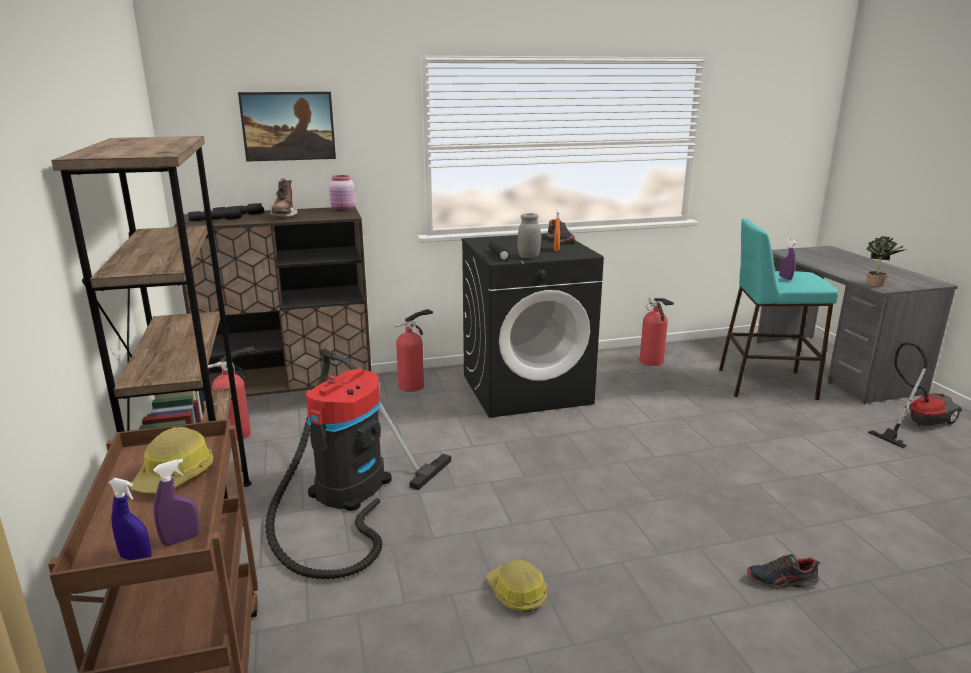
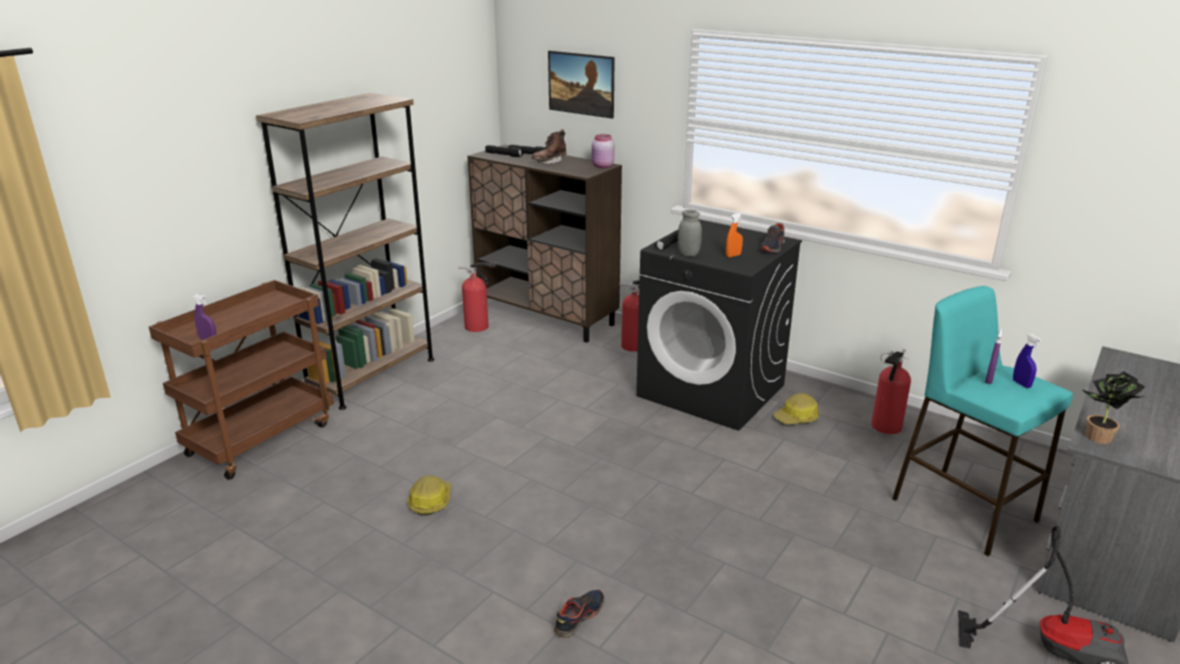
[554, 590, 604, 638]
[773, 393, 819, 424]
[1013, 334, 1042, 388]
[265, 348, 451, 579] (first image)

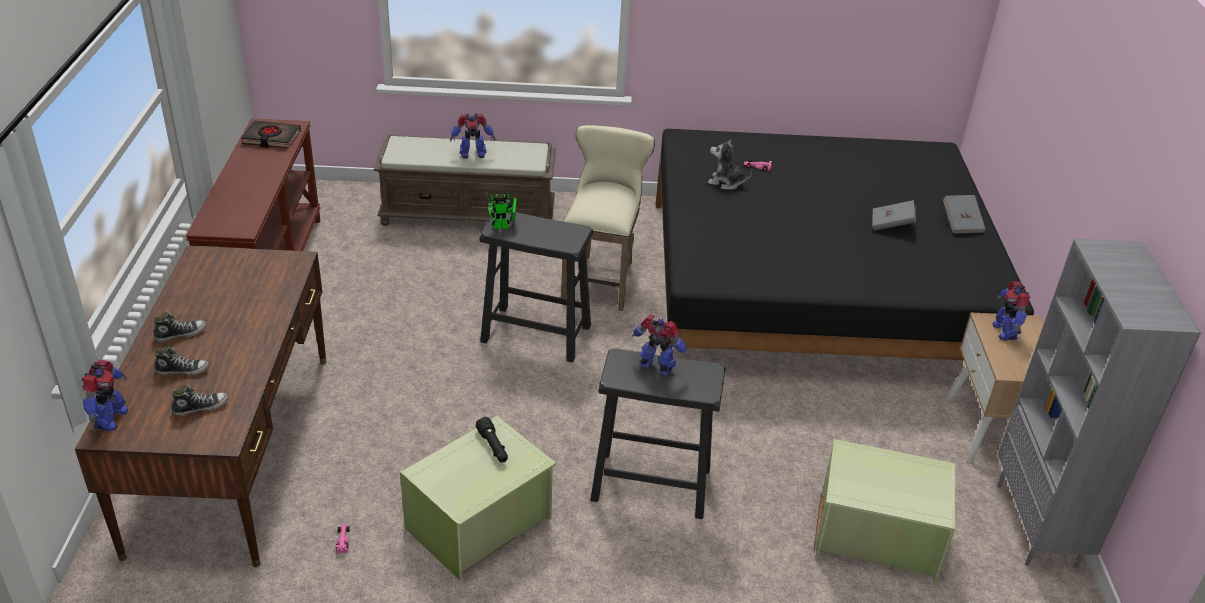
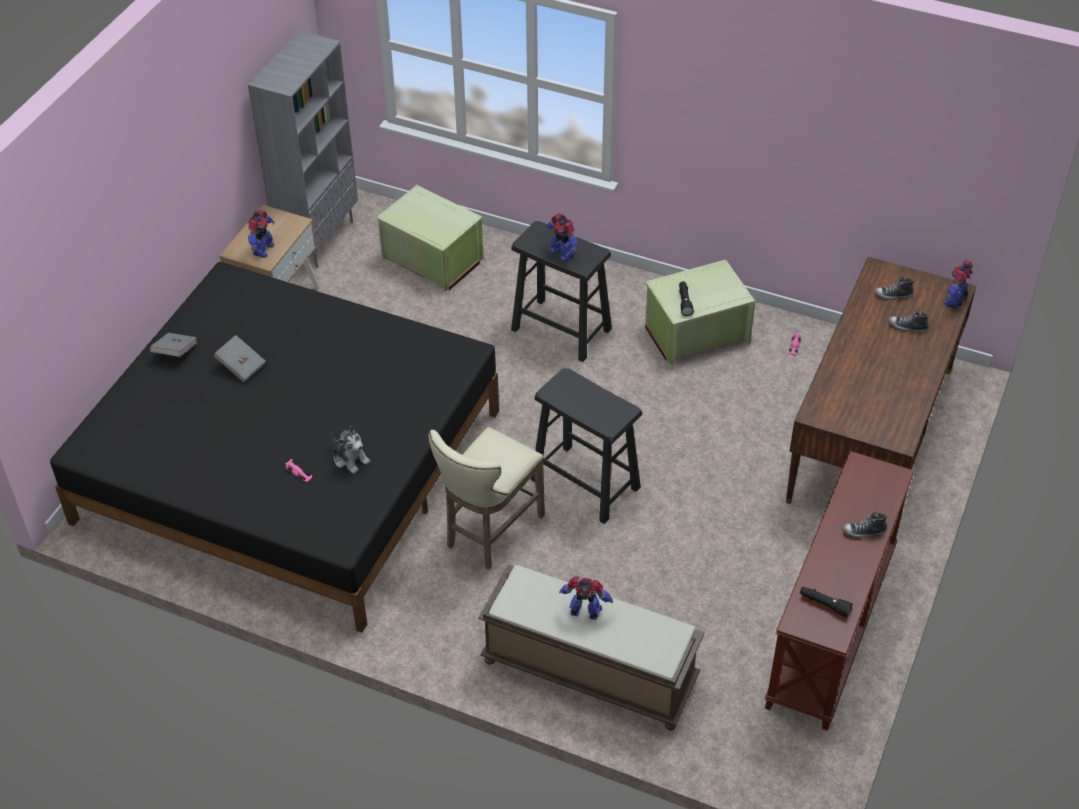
[800, 587, 853, 618]
[842, 511, 887, 538]
[486, 192, 517, 229] (first image)

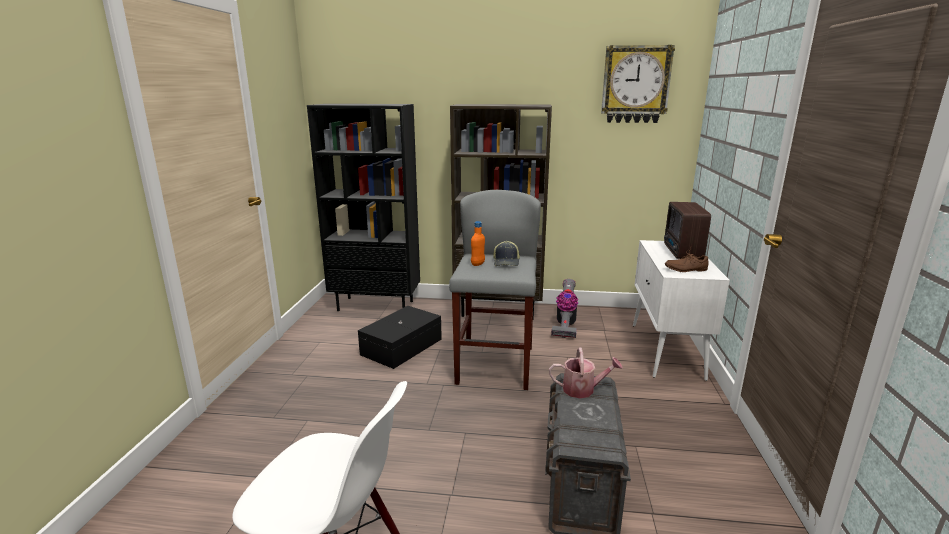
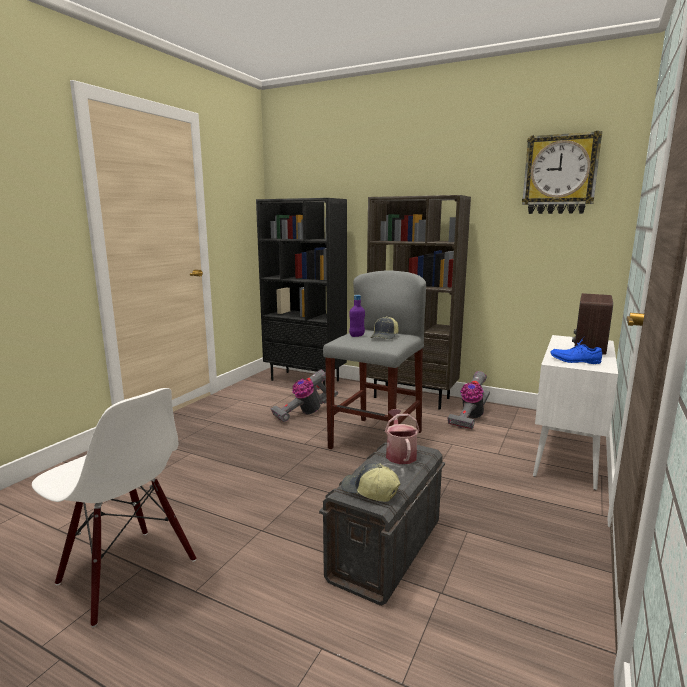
[270, 370, 338, 422]
[341, 463, 400, 502]
[349, 295, 365, 337]
[385, 409, 420, 464]
[550, 337, 602, 364]

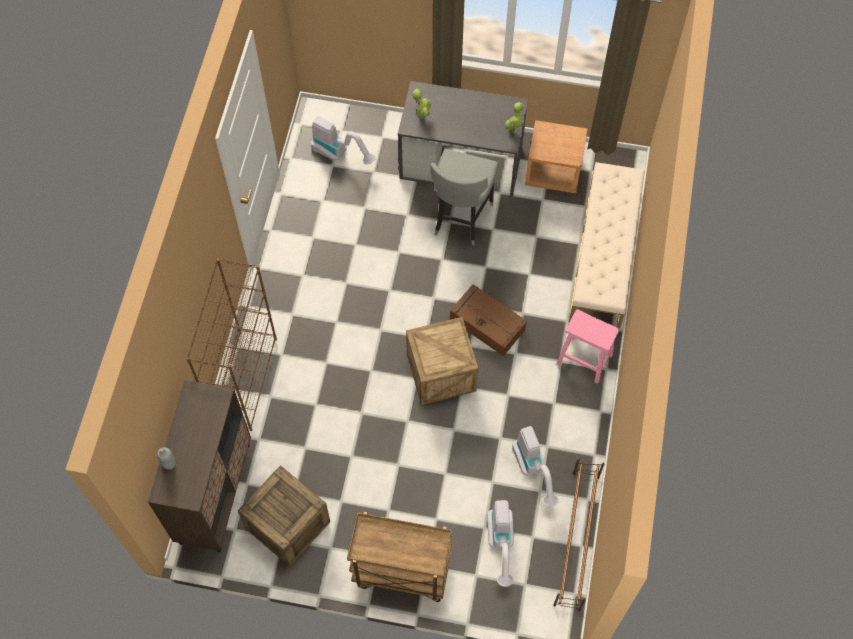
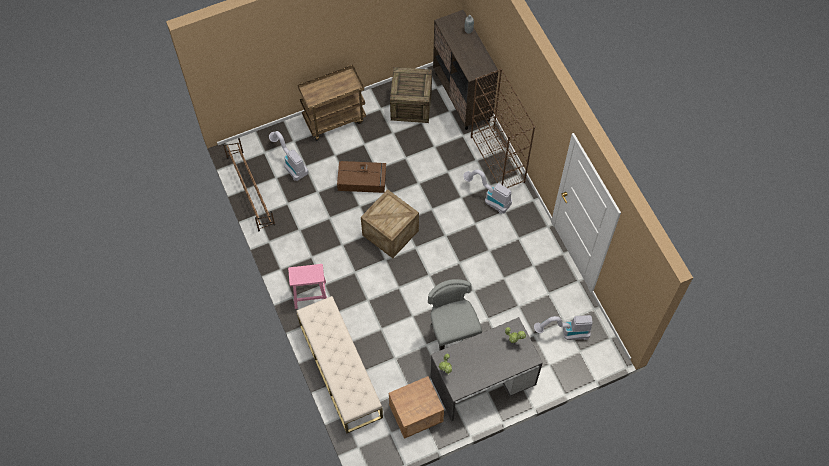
[337, 161, 386, 193]
[463, 169, 512, 214]

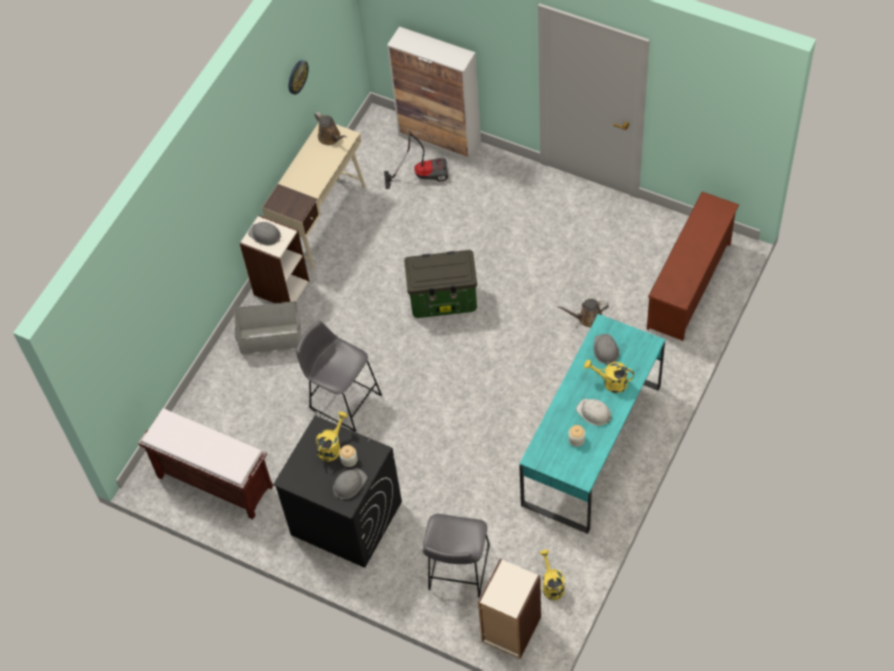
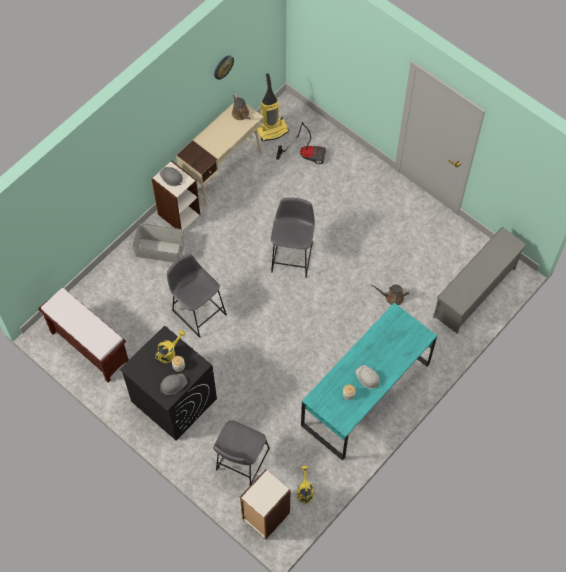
[257, 73, 289, 141]
[271, 198, 315, 278]
[433, 227, 527, 333]
[387, 27, 481, 162] (first image)
[584, 360, 634, 393] (first image)
[594, 334, 619, 365] (first image)

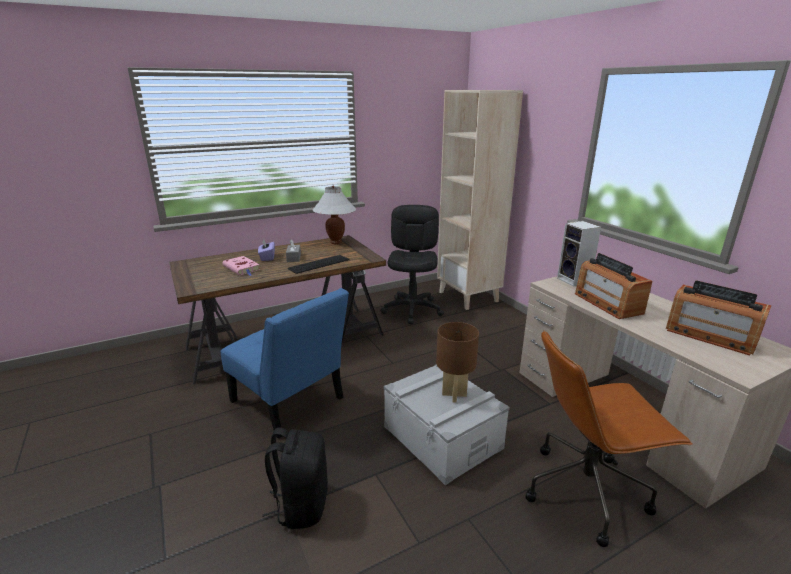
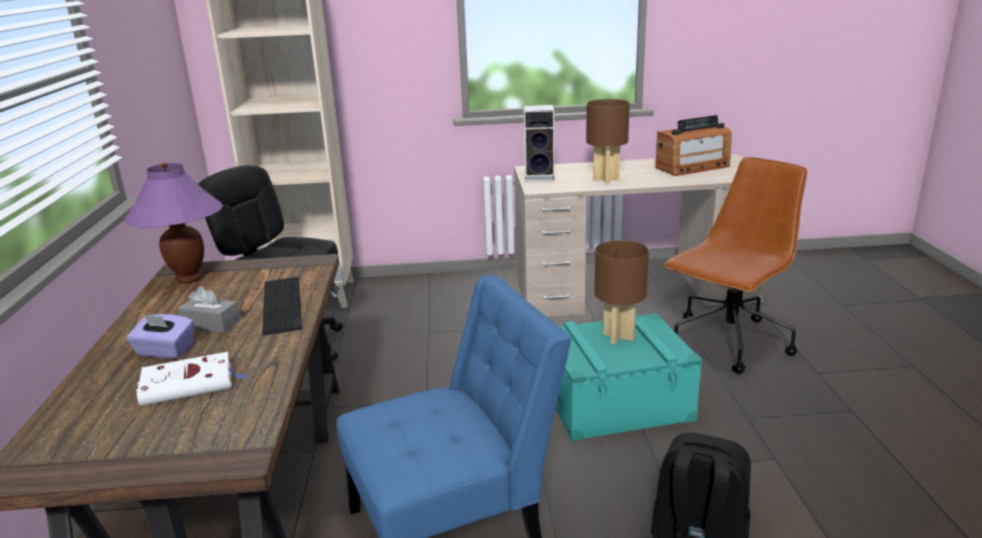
[125, 163, 223, 284]
[136, 352, 248, 406]
[556, 313, 702, 441]
[586, 99, 630, 184]
[664, 157, 807, 374]

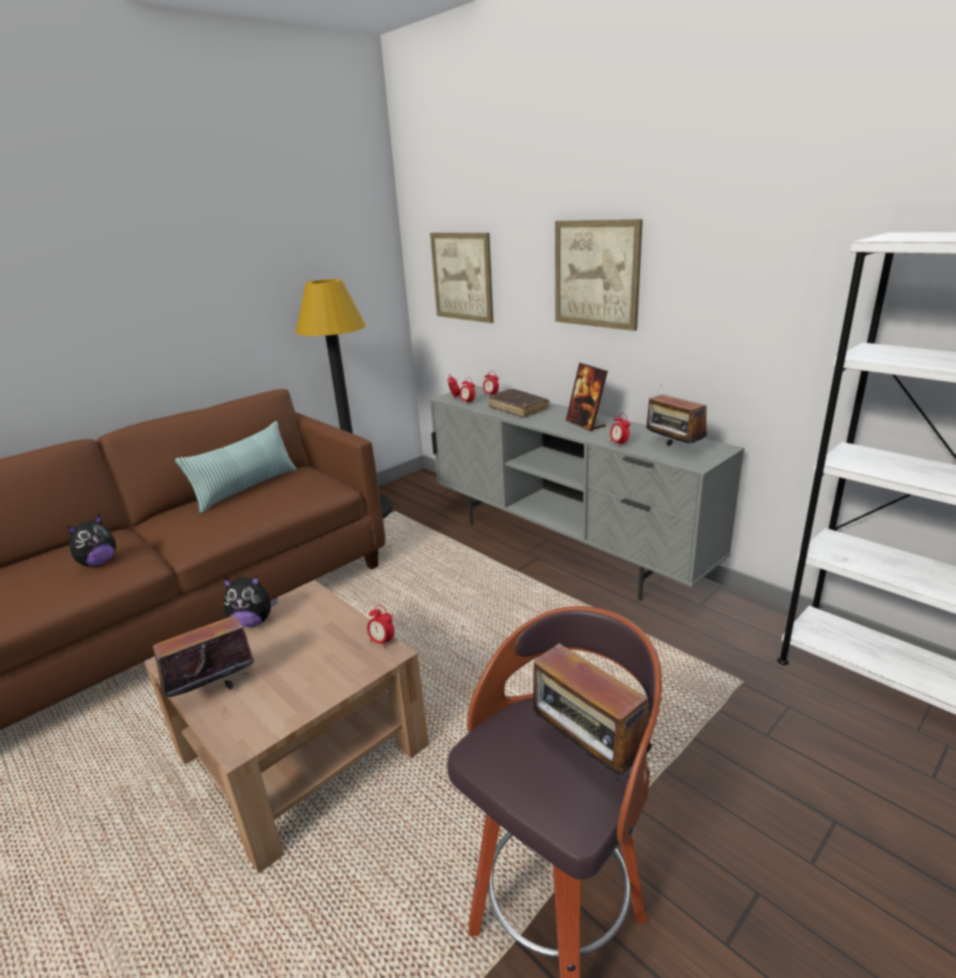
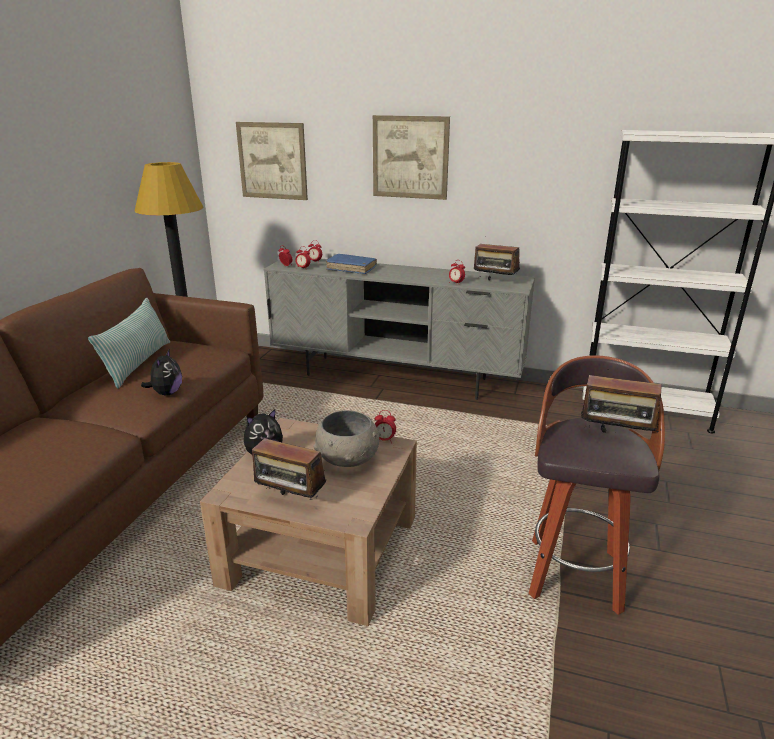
[141, 349, 182, 396]
[252, 436, 326, 500]
[313, 410, 381, 467]
[326, 254, 377, 274]
[566, 363, 608, 431] (first image)

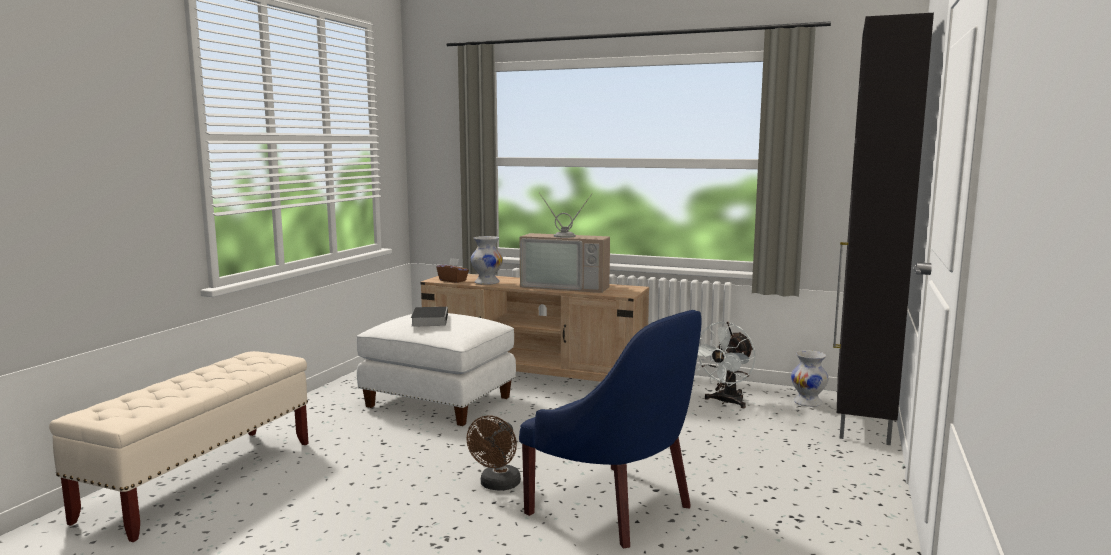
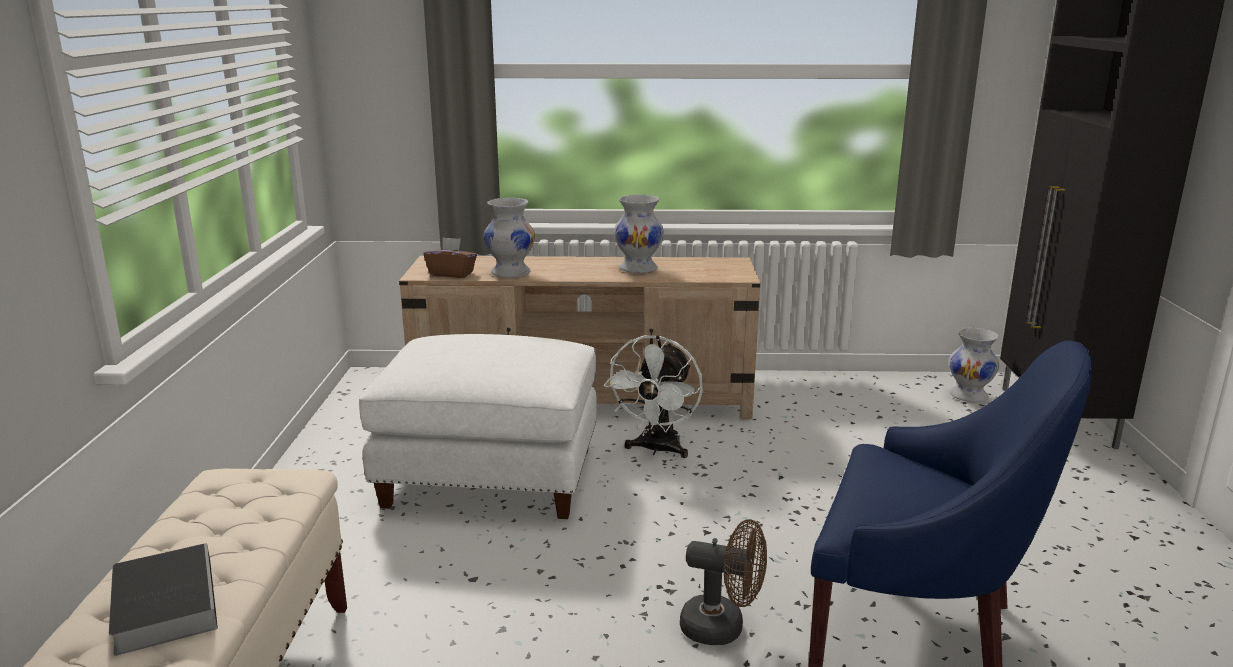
[109, 543, 218, 656]
[604, 335, 703, 458]
[614, 194, 664, 273]
[680, 519, 767, 645]

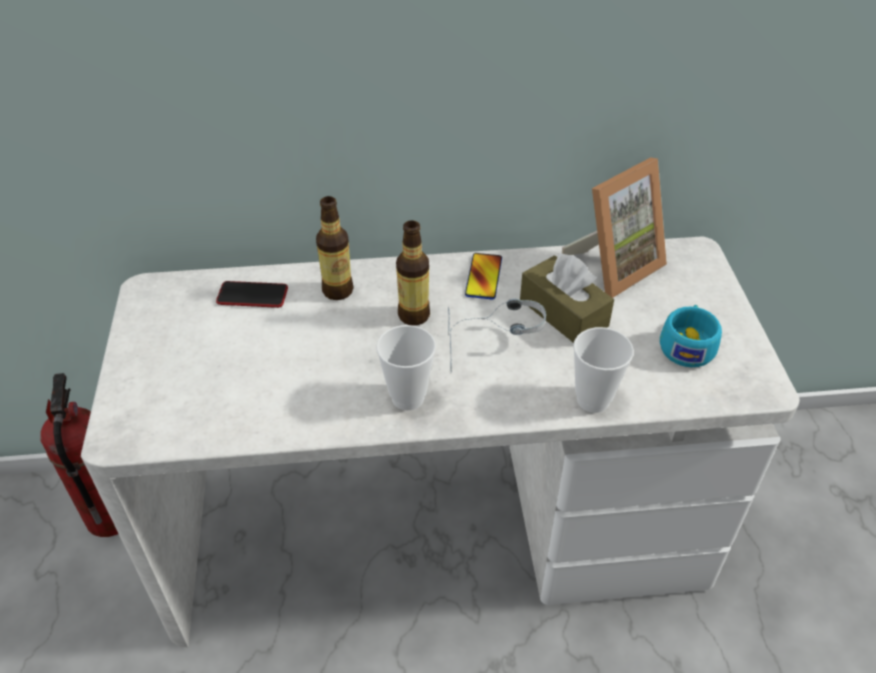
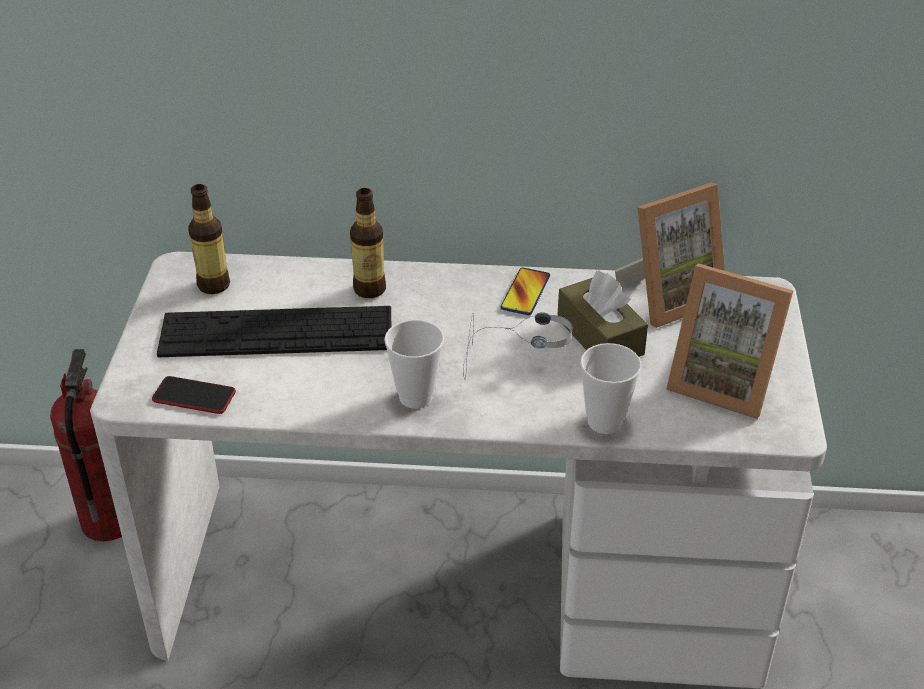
[152, 376, 236, 414]
[157, 306, 391, 357]
[188, 184, 230, 294]
[666, 263, 793, 419]

